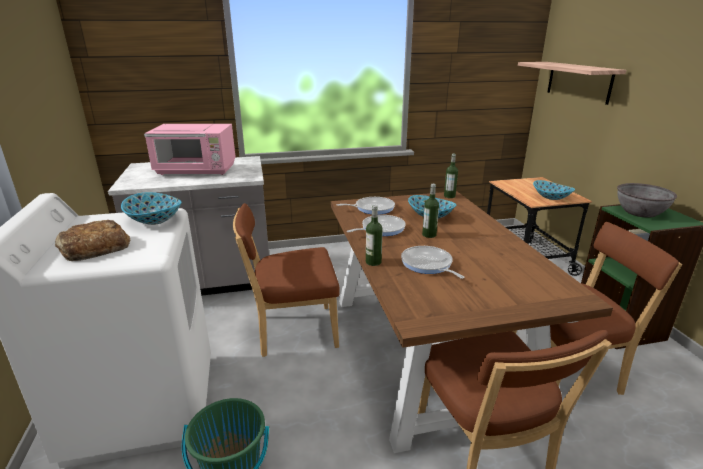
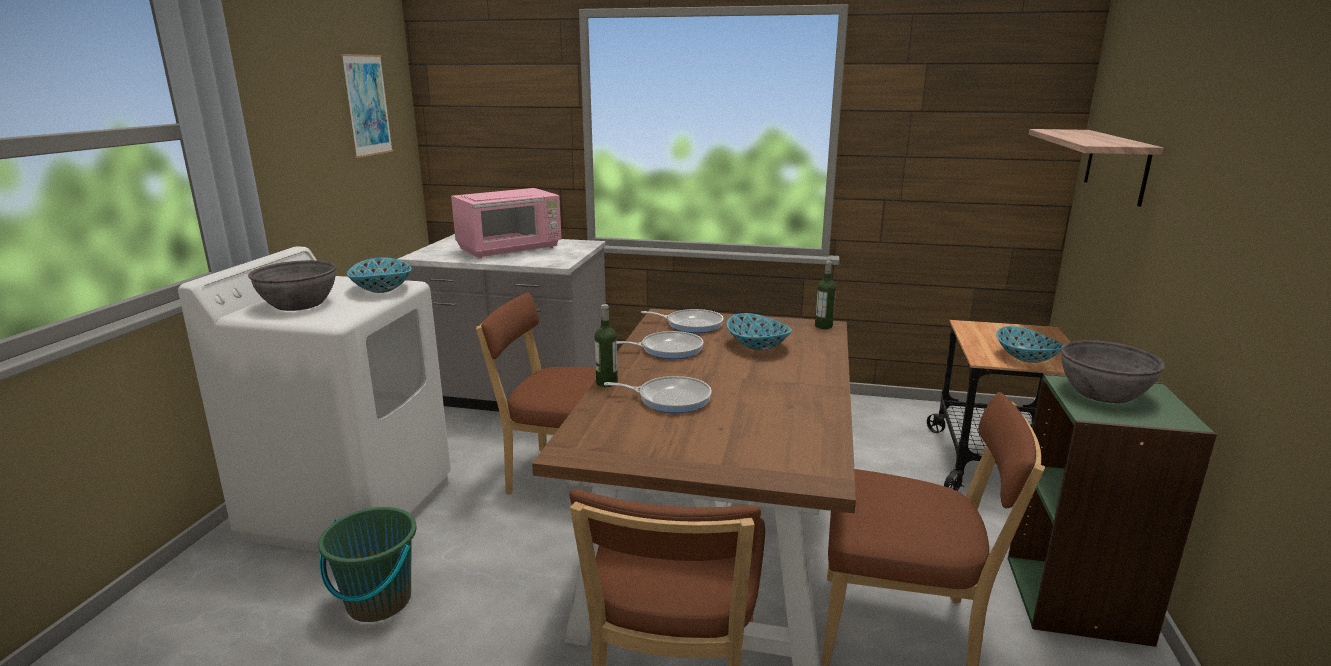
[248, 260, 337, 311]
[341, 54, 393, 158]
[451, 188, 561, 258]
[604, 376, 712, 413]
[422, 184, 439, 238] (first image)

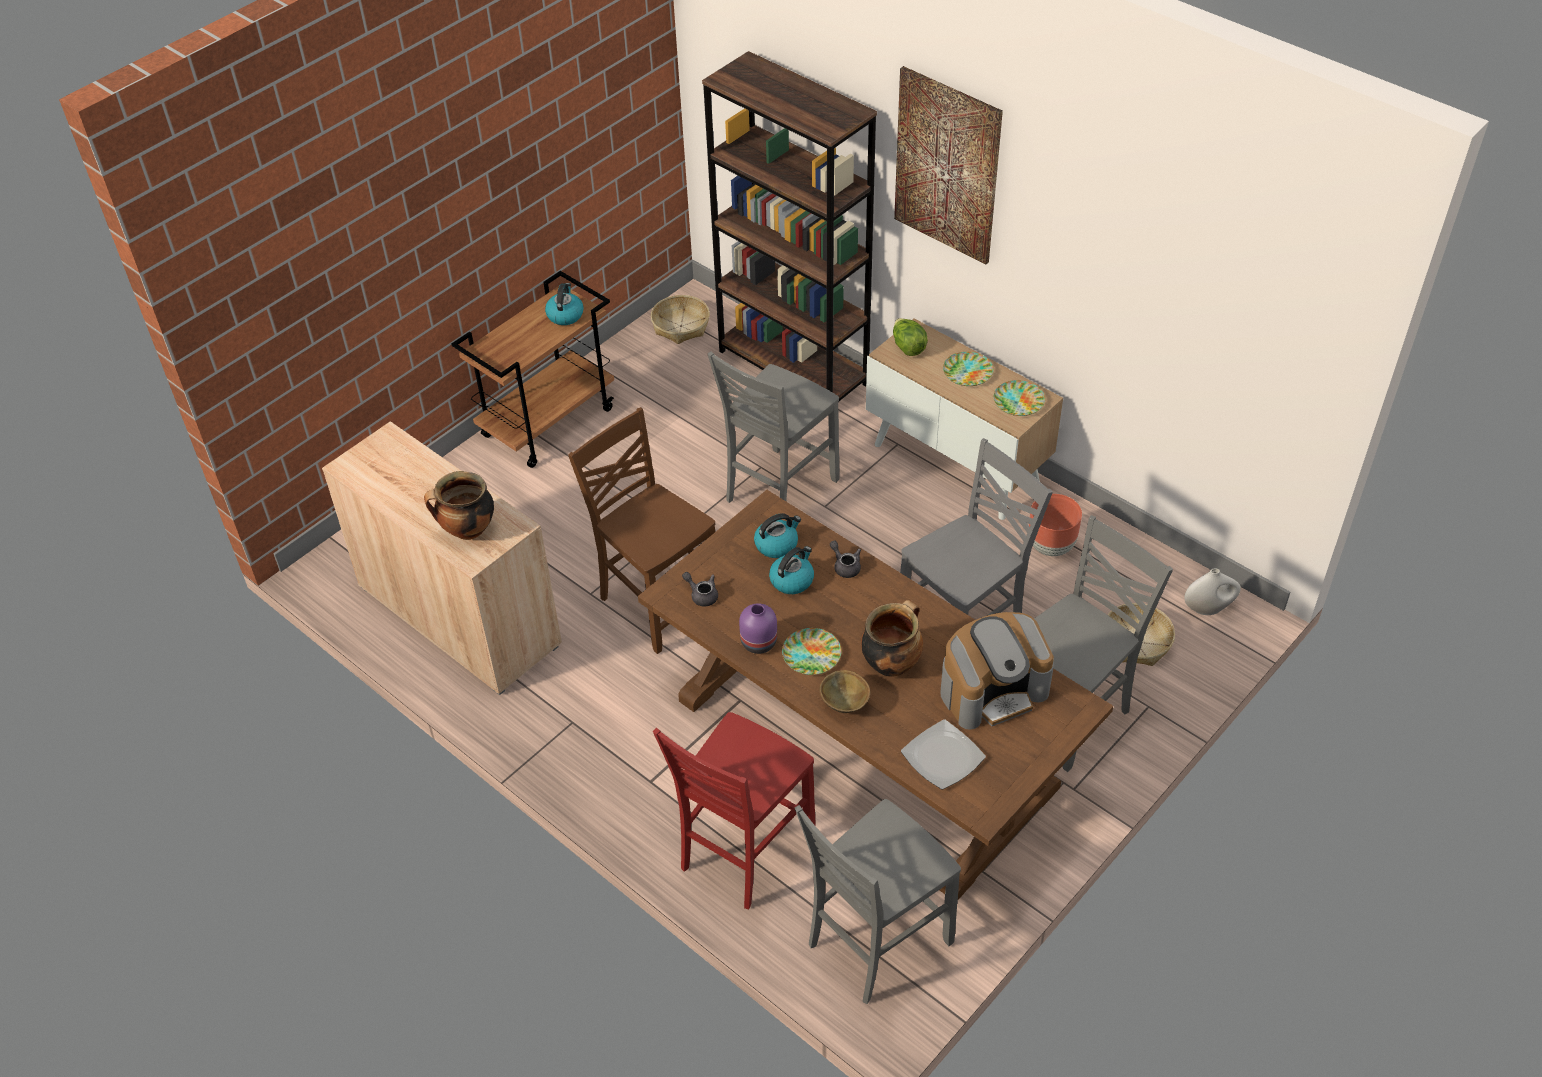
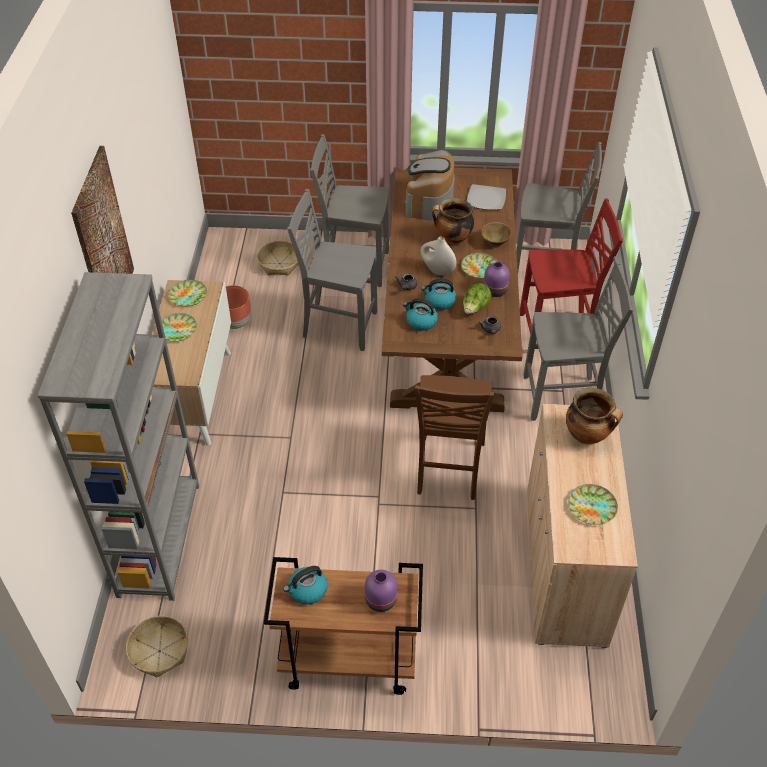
[37, 272, 199, 601]
[365, 570, 397, 612]
[404, 150, 455, 221]
[421, 237, 457, 275]
[463, 283, 491, 314]
[523, 262, 633, 421]
[568, 484, 618, 525]

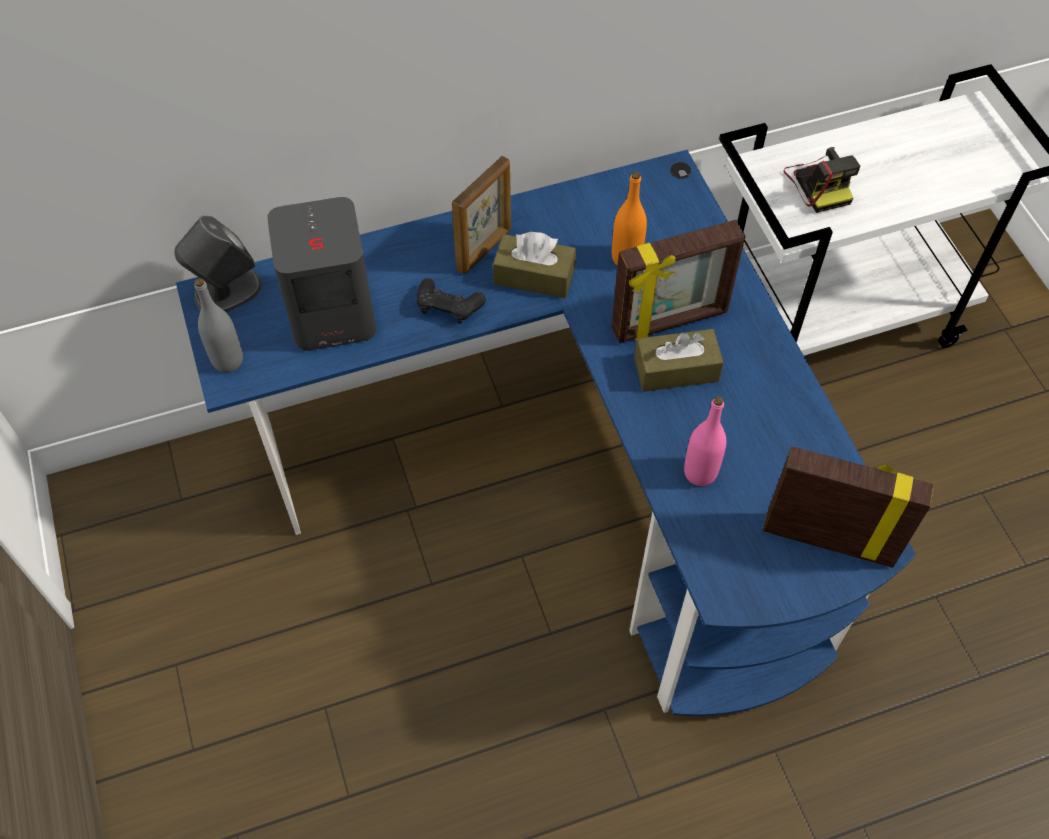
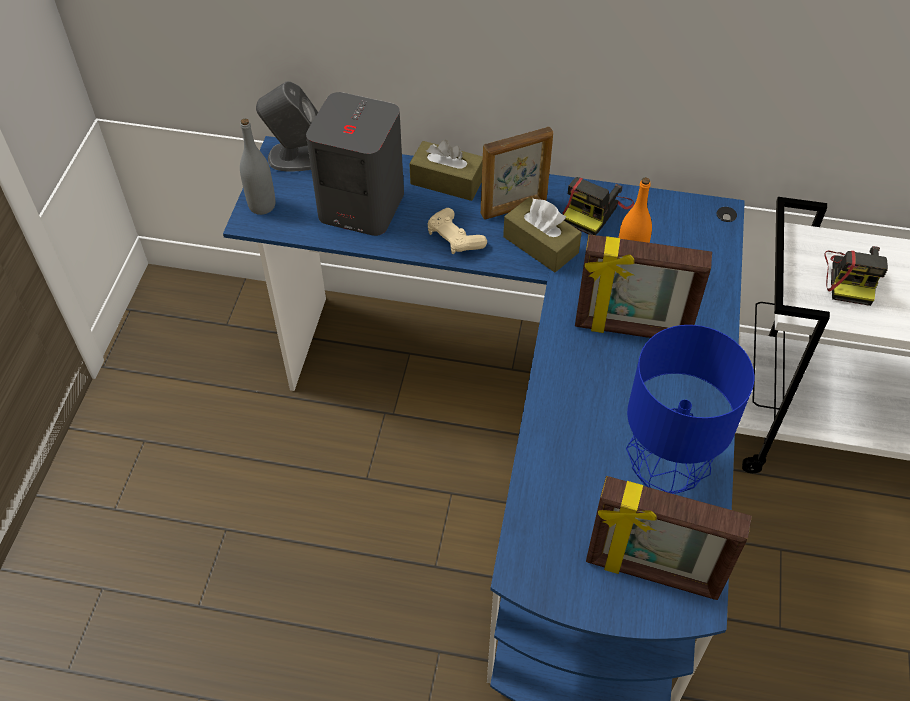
[409, 140, 483, 201]
[428, 208, 487, 254]
[563, 177, 634, 235]
[586, 476, 752, 600]
[626, 325, 754, 494]
[684, 396, 726, 486] (first image)

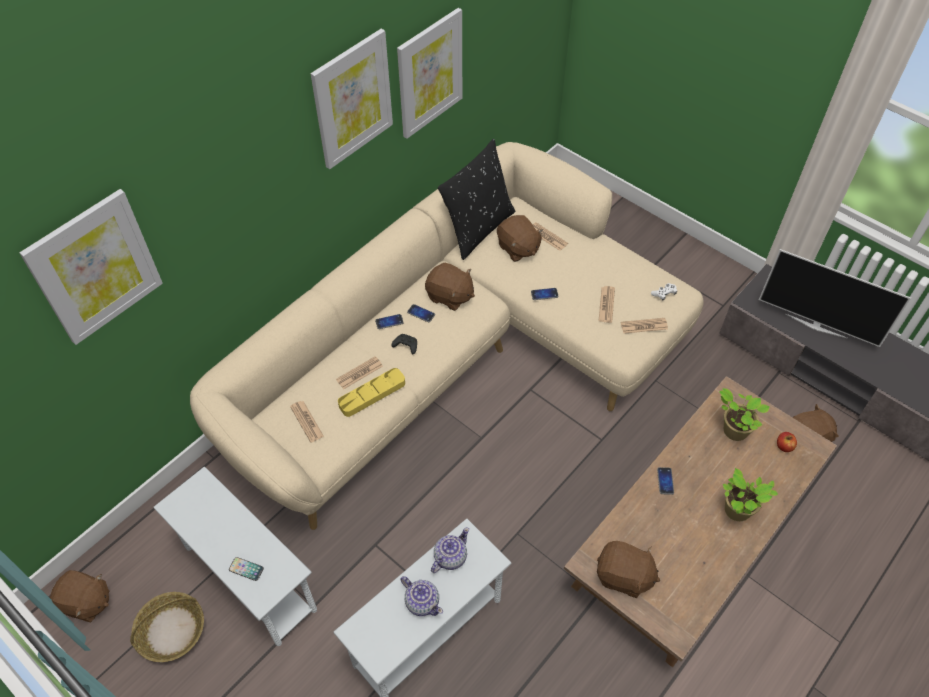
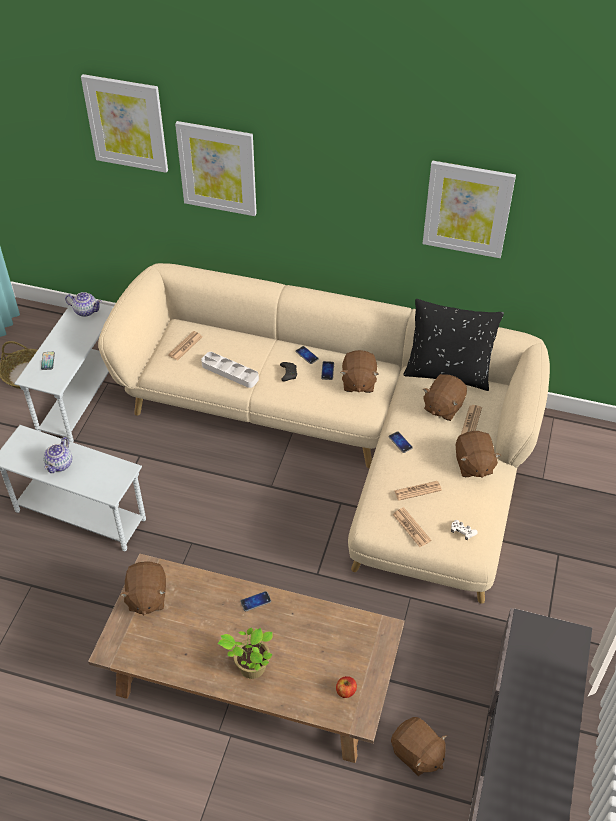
[65, 292, 102, 317]
[175, 121, 257, 216]
[201, 352, 259, 388]
[456, 431, 501, 478]
[336, 356, 383, 389] (first image)
[719, 388, 770, 441] (first image)
[759, 249, 911, 347] (first image)

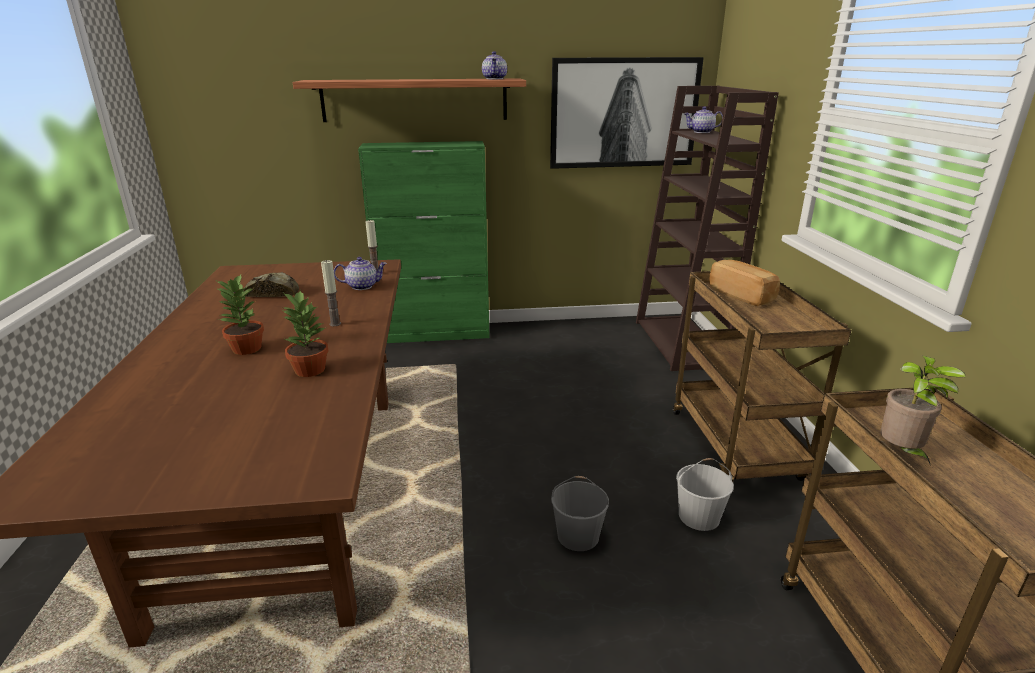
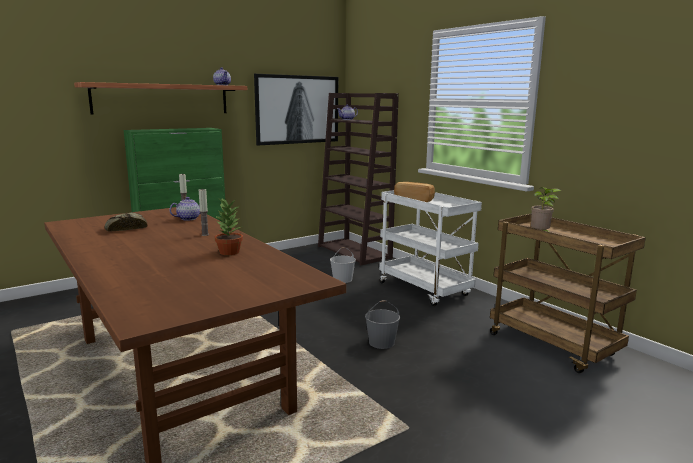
[330, 247, 356, 283]
[379, 190, 482, 306]
[216, 275, 264, 355] (first image)

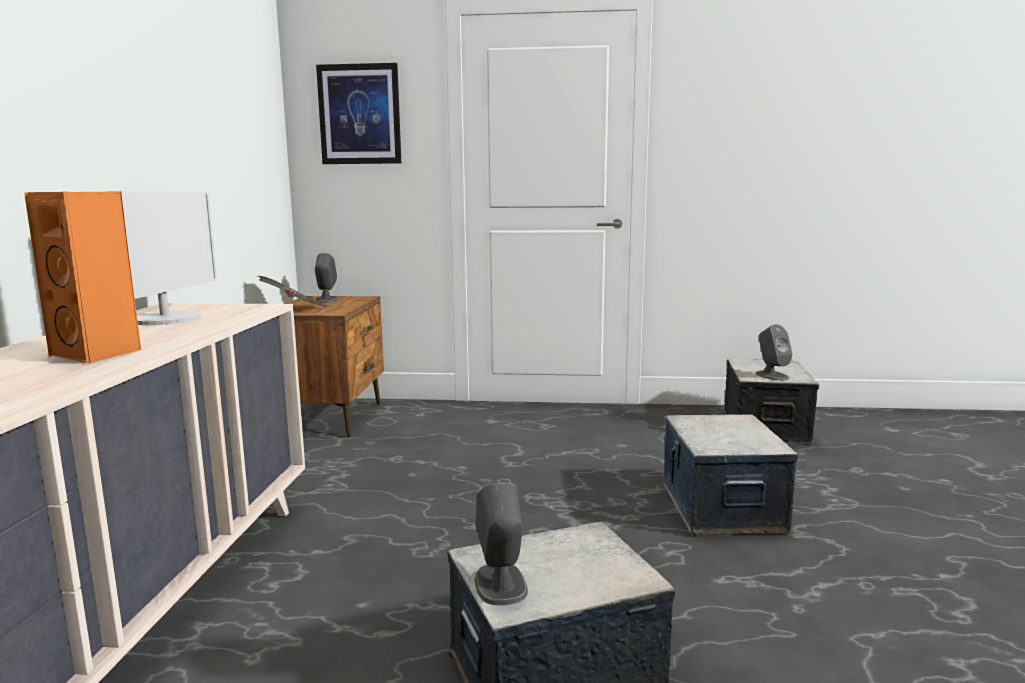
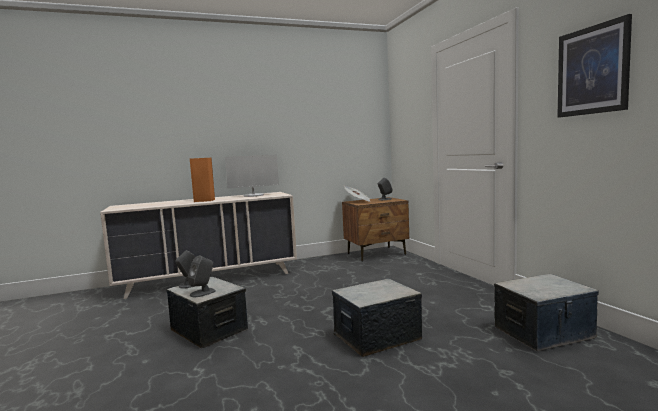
[188, 255, 216, 297]
[557, 14, 632, 118]

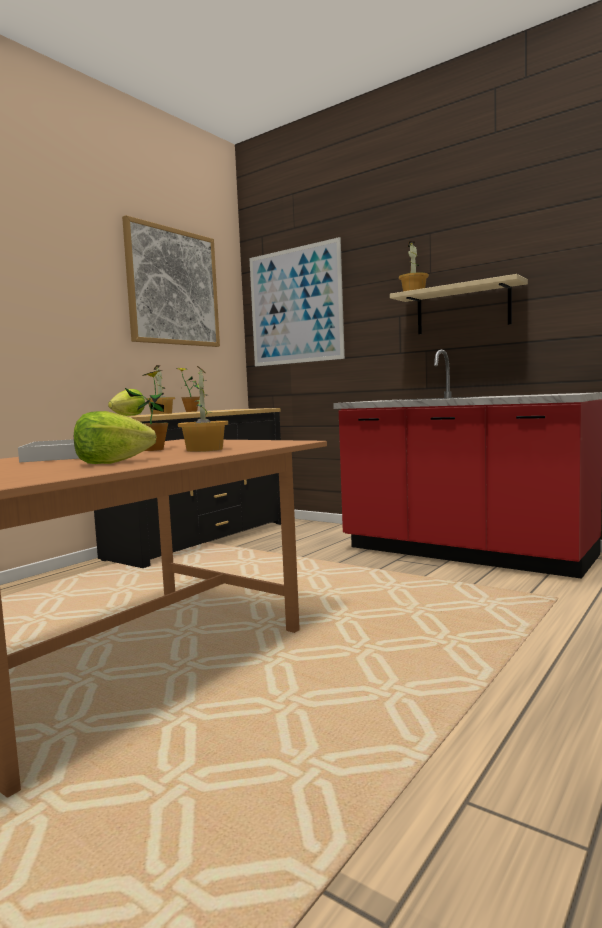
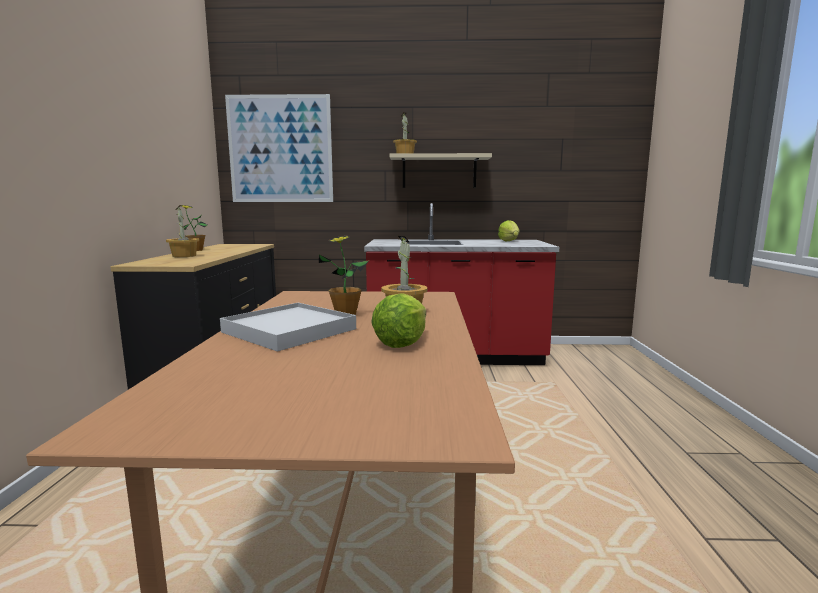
[498, 220, 519, 241]
[122, 215, 220, 347] (first image)

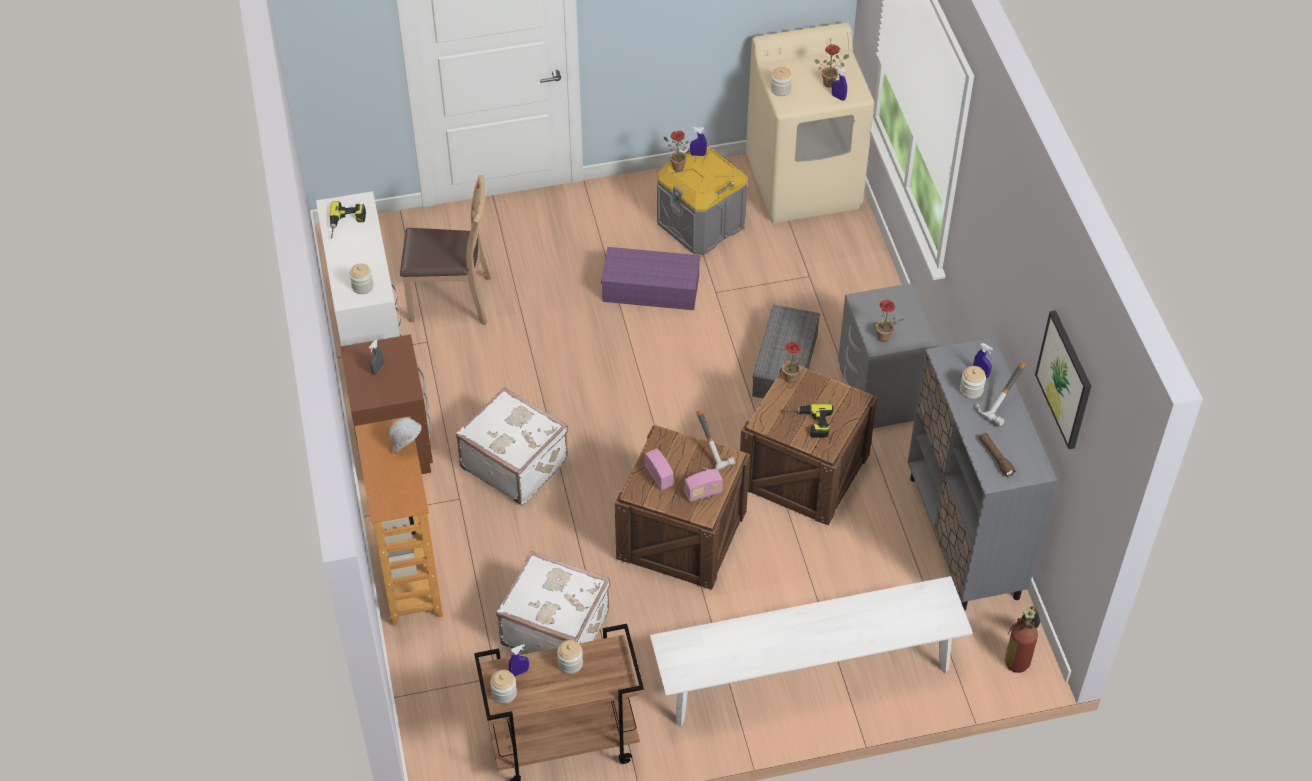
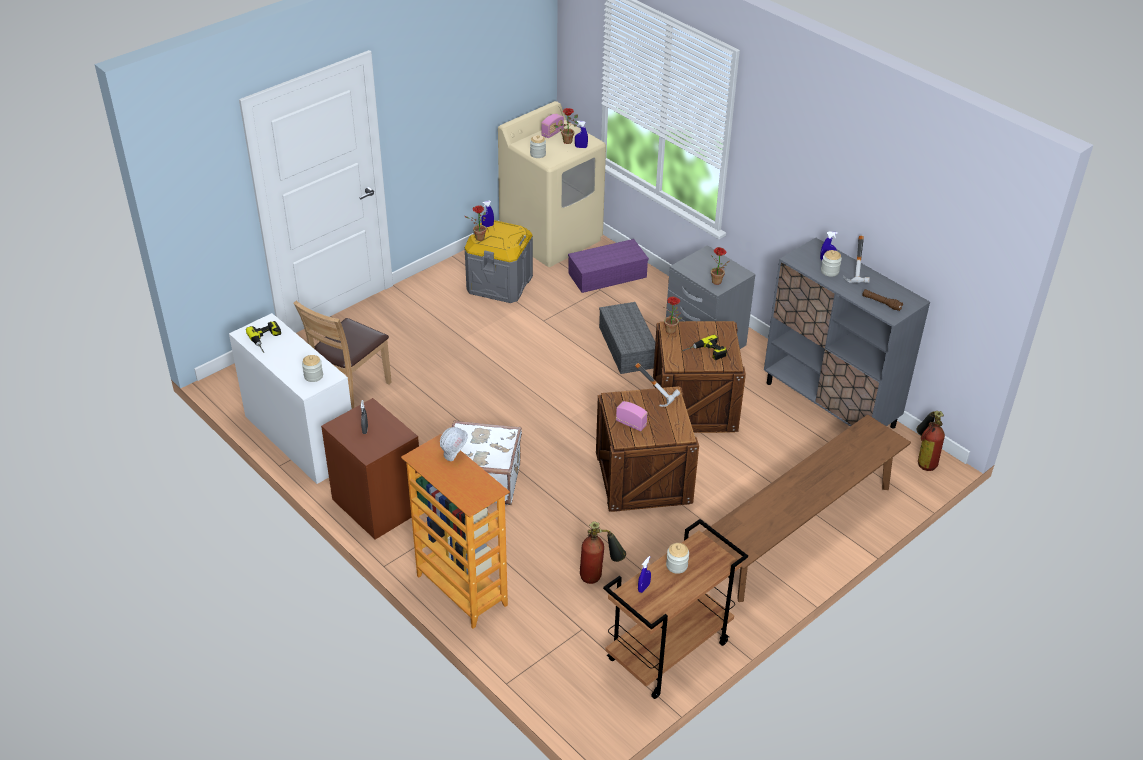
[293, 300, 391, 409]
[541, 114, 564, 138]
[568, 239, 649, 293]
[580, 521, 626, 584]
[702, 414, 911, 602]
[490, 670, 517, 704] (first image)
[1035, 310, 1091, 449] (first image)

